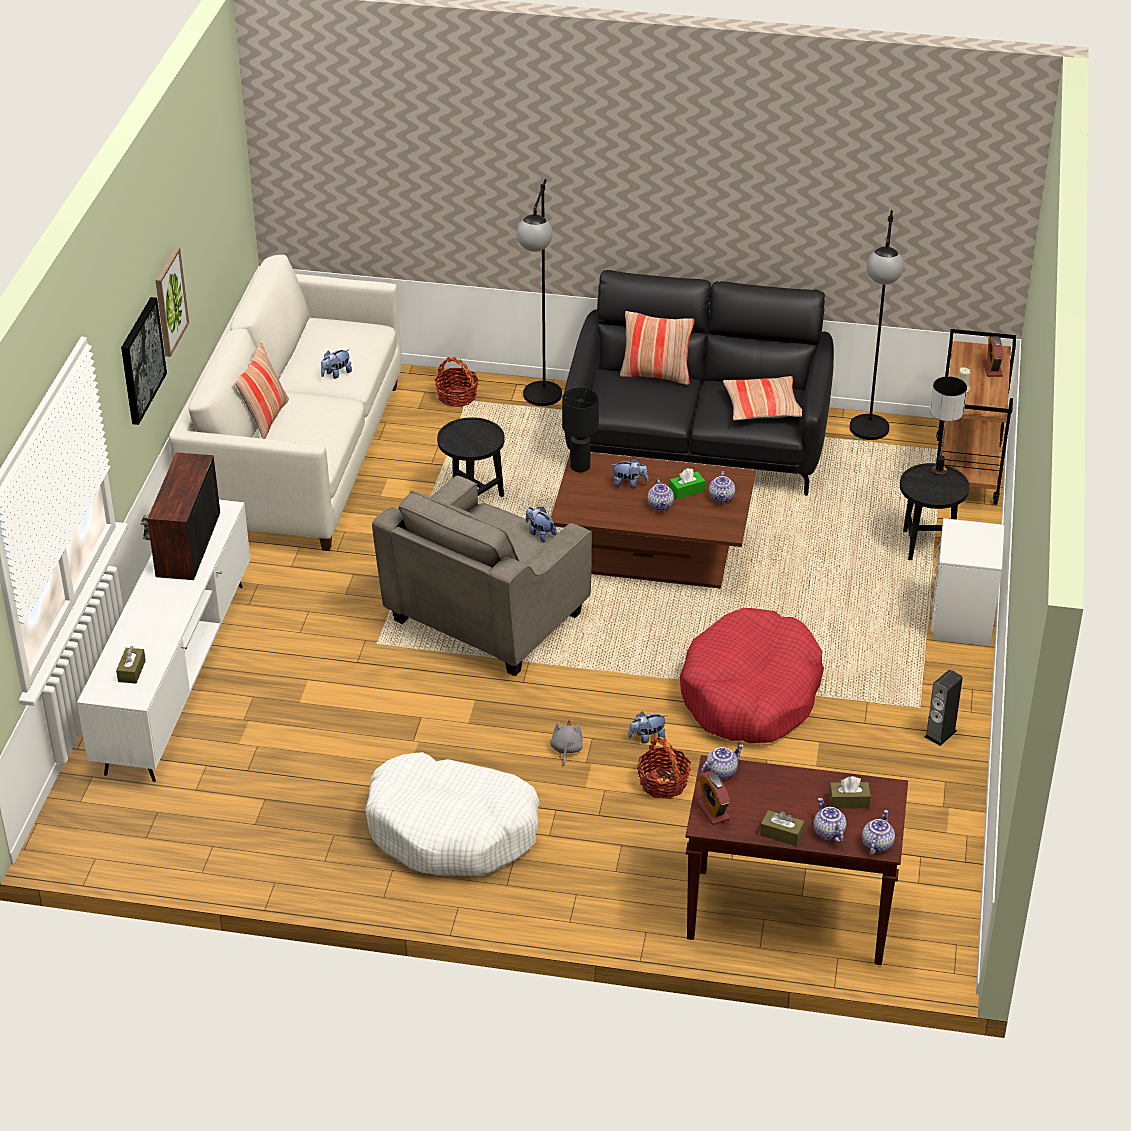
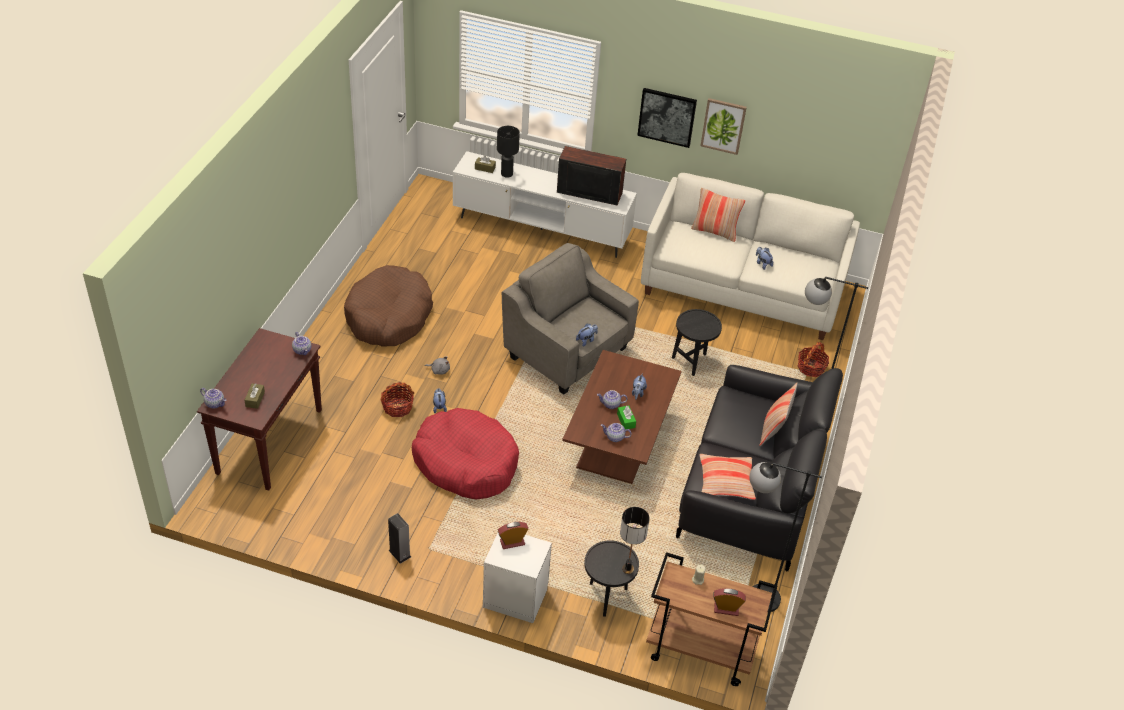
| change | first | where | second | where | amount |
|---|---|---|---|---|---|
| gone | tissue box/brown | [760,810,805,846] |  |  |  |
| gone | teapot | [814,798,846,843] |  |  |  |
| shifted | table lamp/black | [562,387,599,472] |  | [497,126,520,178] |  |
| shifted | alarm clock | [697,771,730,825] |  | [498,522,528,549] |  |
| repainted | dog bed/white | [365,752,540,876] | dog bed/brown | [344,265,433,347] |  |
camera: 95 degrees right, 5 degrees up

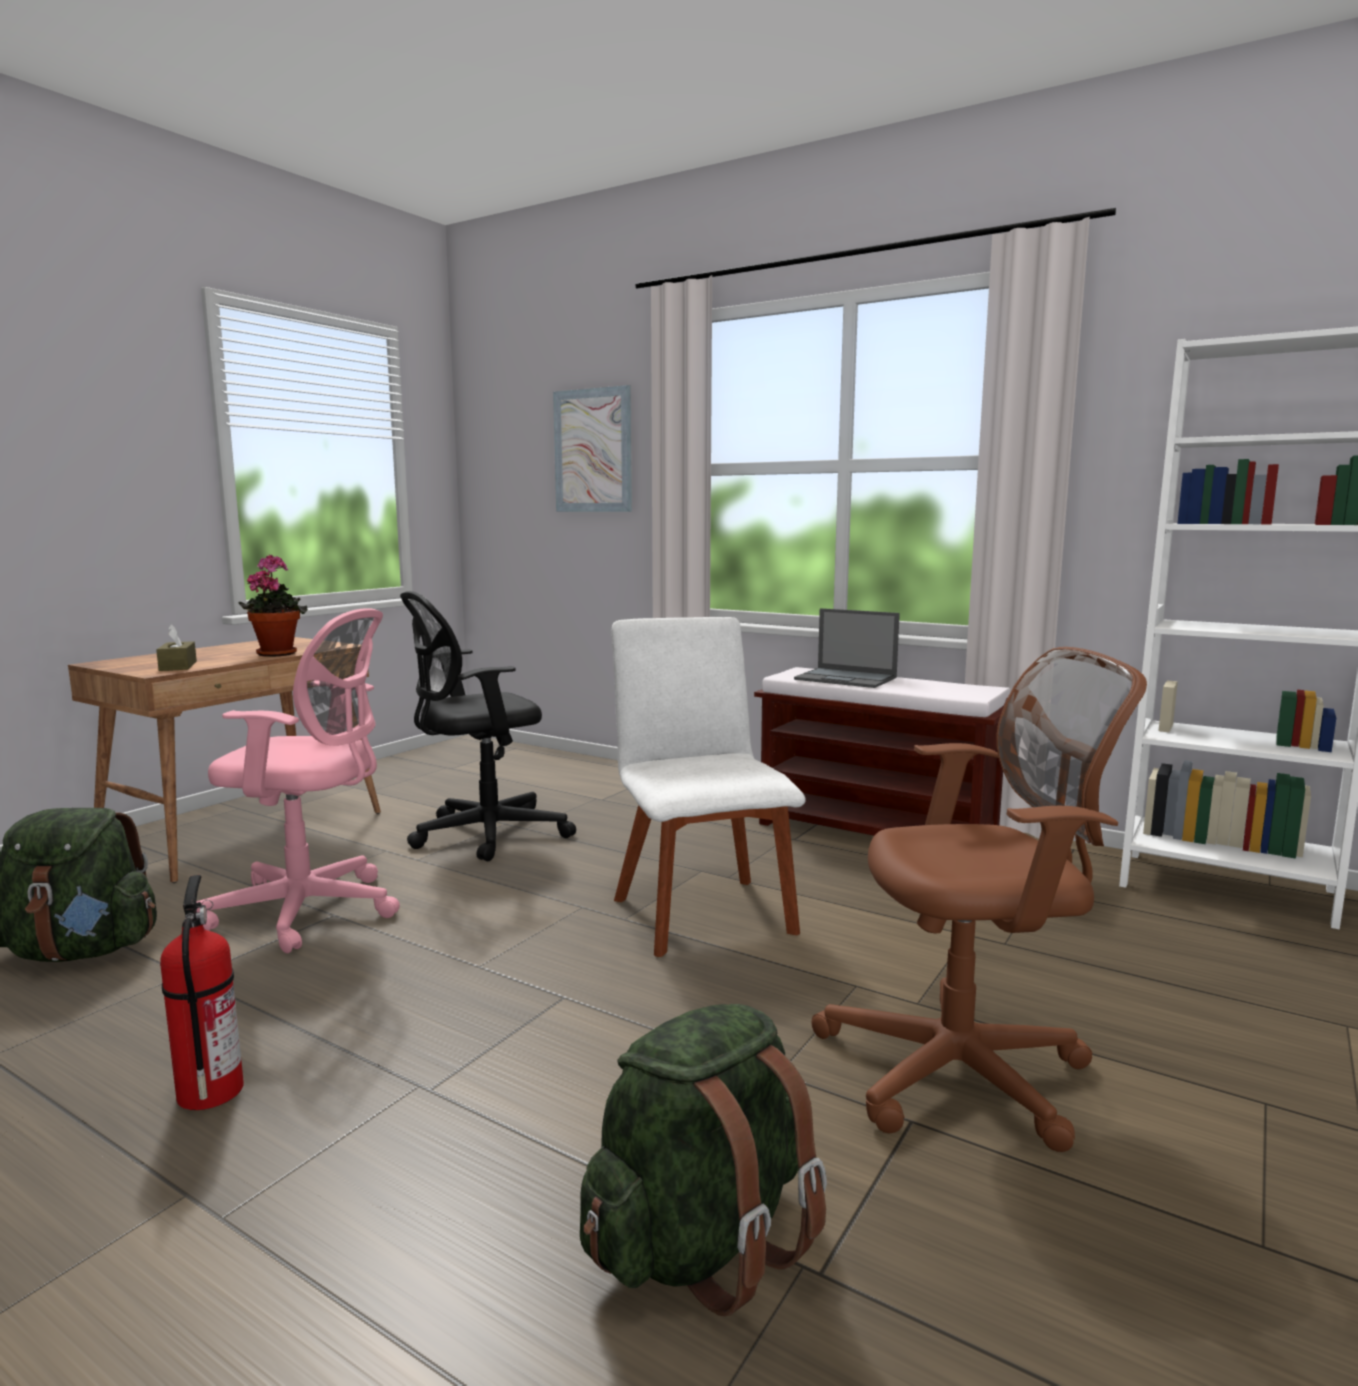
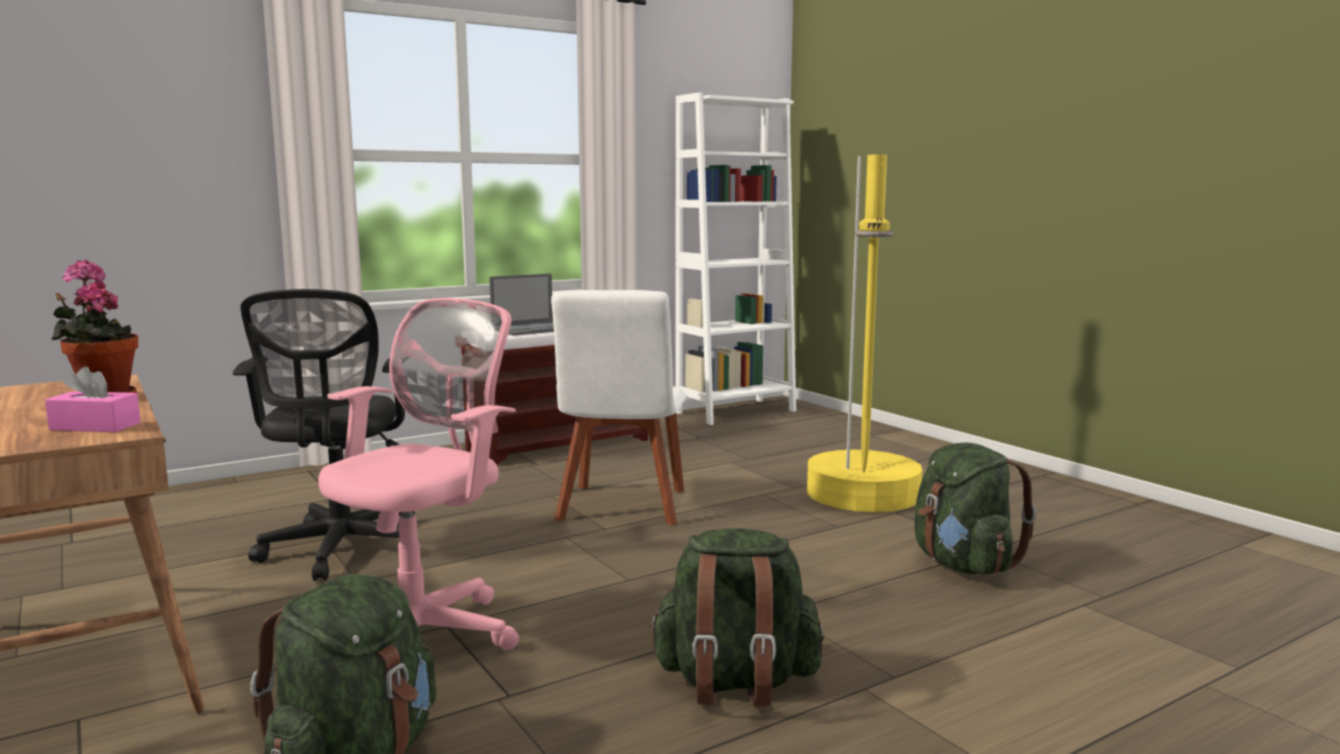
| change | first | where | second | where | amount |
|---|---|---|---|---|---|
| gone | picture | [553,385,632,512] |  |  |  |
| swapped | fire extinguisher | [160,875,244,1110] | backpack/green | [649,528,824,707] |  |
| swapped | office chair/brown | [811,647,1147,1152] | floor lamp/yellow | [807,155,922,512] |  |
| repainted | tissue box/brown | [156,625,197,671] | tissue box/pink | [45,367,141,432] |  |
| rotated | chair/white | [612,617,805,957] |  | [551,290,686,526] | 90 degrees counterclockwise |
camera: 65 degrees left, 0 degrees up

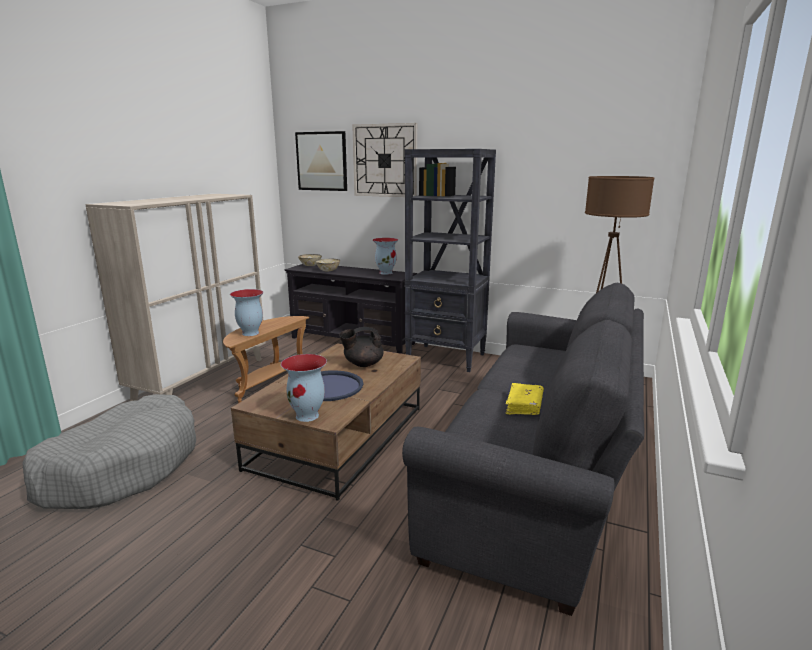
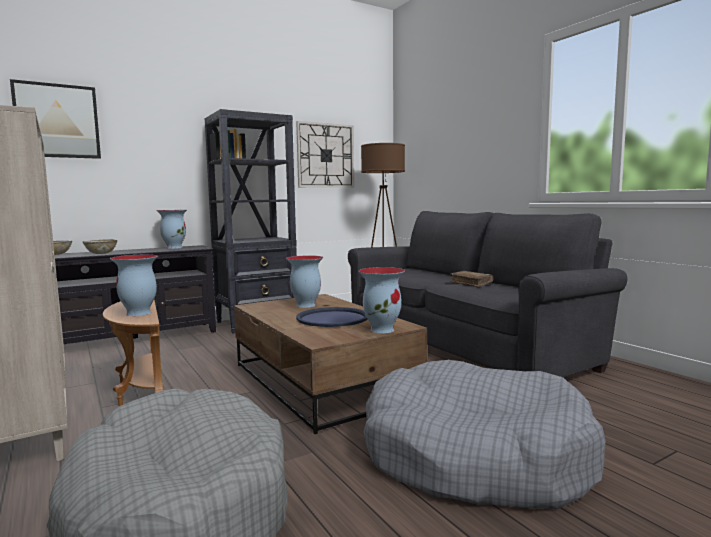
| change | first | where | second | where | amount |
|---|---|---|---|---|---|
| new |  |  | dog bed/grey | [364,360,606,509] |  |
| shifted | wall clock | [352,123,417,197] |  | [296,121,354,188] |  |
| swapped | teapot/black | [339,327,384,367] | vase | [286,256,323,308] |  |
| repainted | book/yellow | [506,383,544,415] | book/brown | [450,271,493,287] |  |
camera: 55 degrees left, 10 degrees down

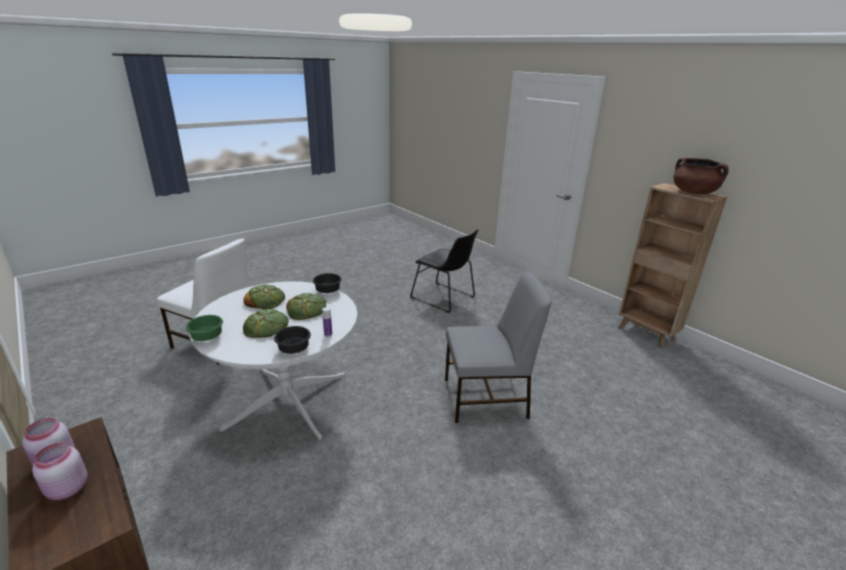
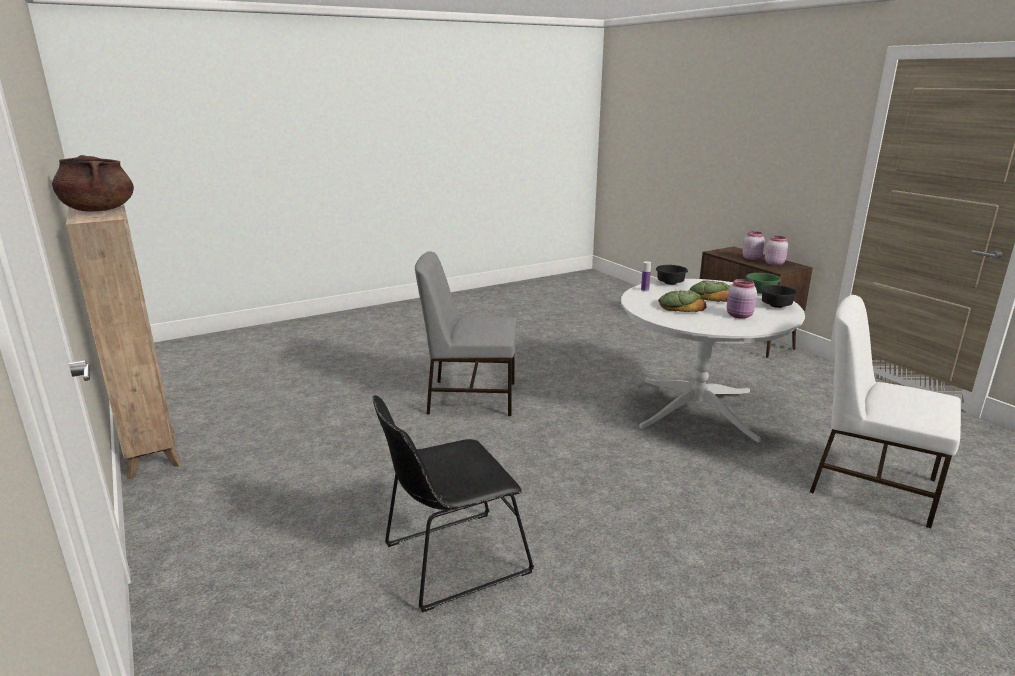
| change | first | where | second | where | amount |
|---|---|---|---|---|---|
| shifted | bowl/black | [313,273,342,293] |  | [760,285,798,308] |  |
| swapped | bread | [243,284,285,310] | jar/pink | [727,279,757,319] |  |
| rotated | chair/black | [410,229,479,313] |  | [373,395,534,613] | 75 degrees counterclockwise |
camera: 170 degrees left, 5 degrees down

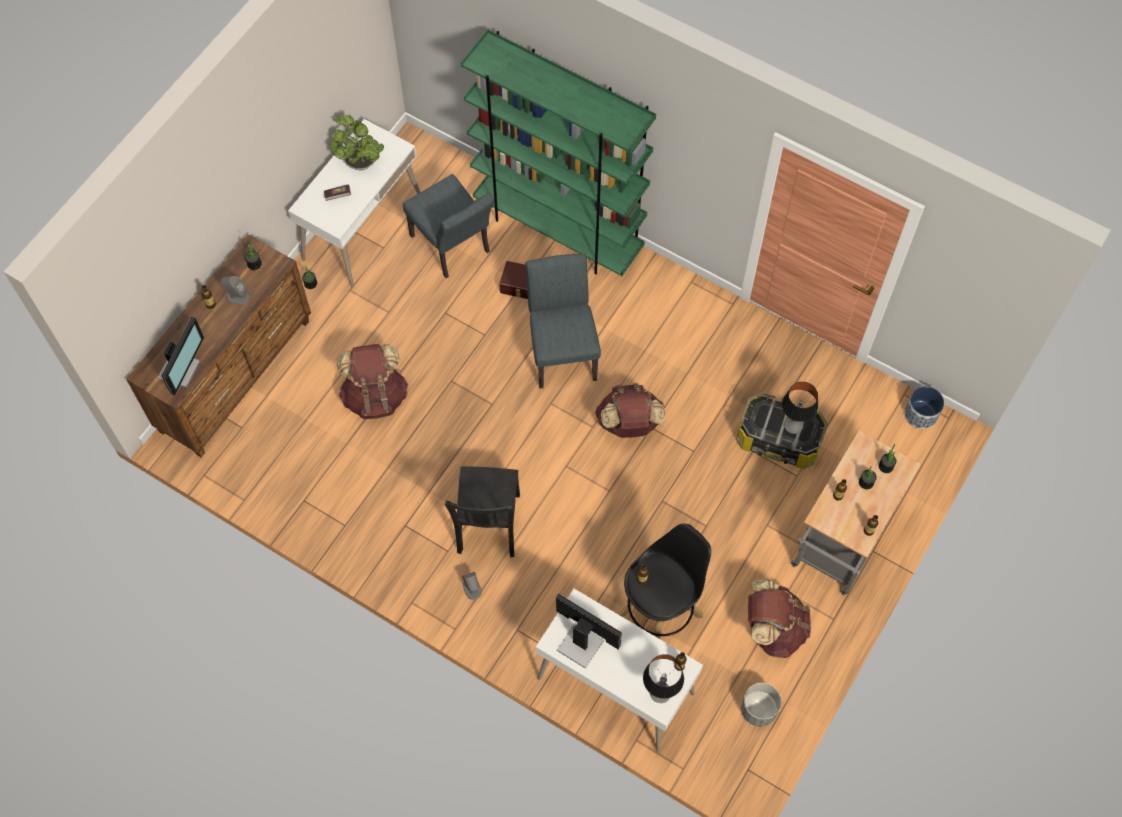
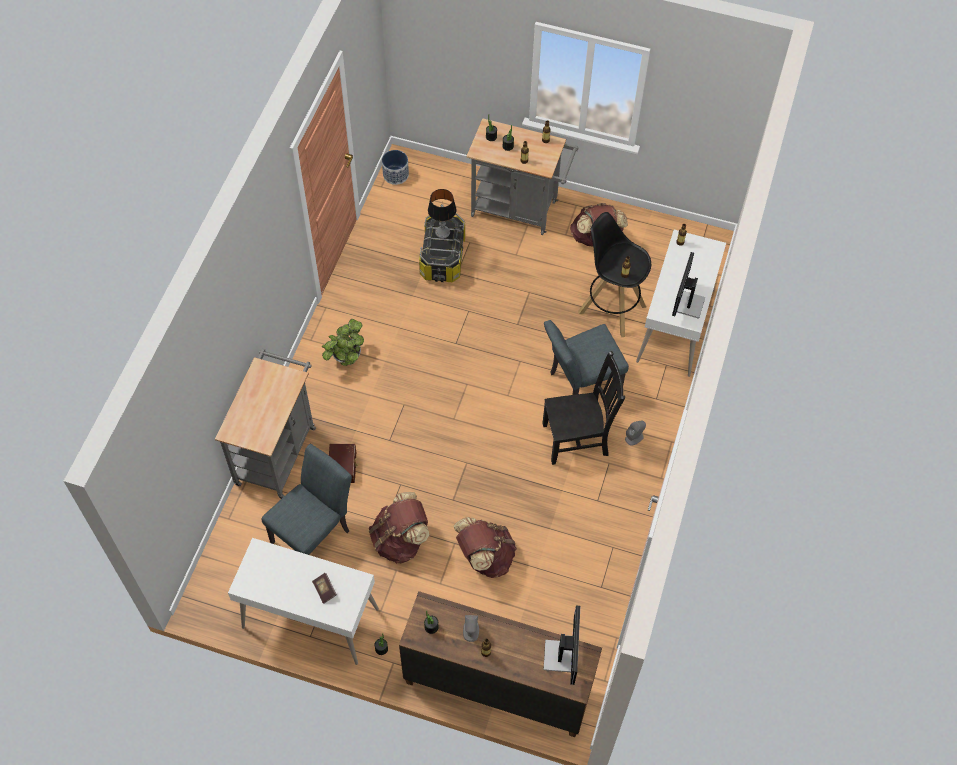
| change | first | where | second | where | amount |
|---|---|---|---|---|---|
| gone | table lamp | [643,654,684,703] |  |  |  |
| gone | planter/grey | [741,683,781,727] |  |  |  |
| shifted | potted plant | [330,115,384,170] |  | [322,319,364,366] |  |
| shifted | chair/grey | [525,253,601,389] |  | [544,320,629,395] |  |
| shifted | backpack/brown | [595,383,665,438] |  | [369,492,429,564] |  |
| swapped | bookcase/green | [461,29,656,276] | cart/grey | [215,349,316,499] |  |
| rotated | monitor | [158,317,204,396] |  | [543,606,580,685] | 90 degrees clockwise |
camera: 105 degrees left, 5 degrees down

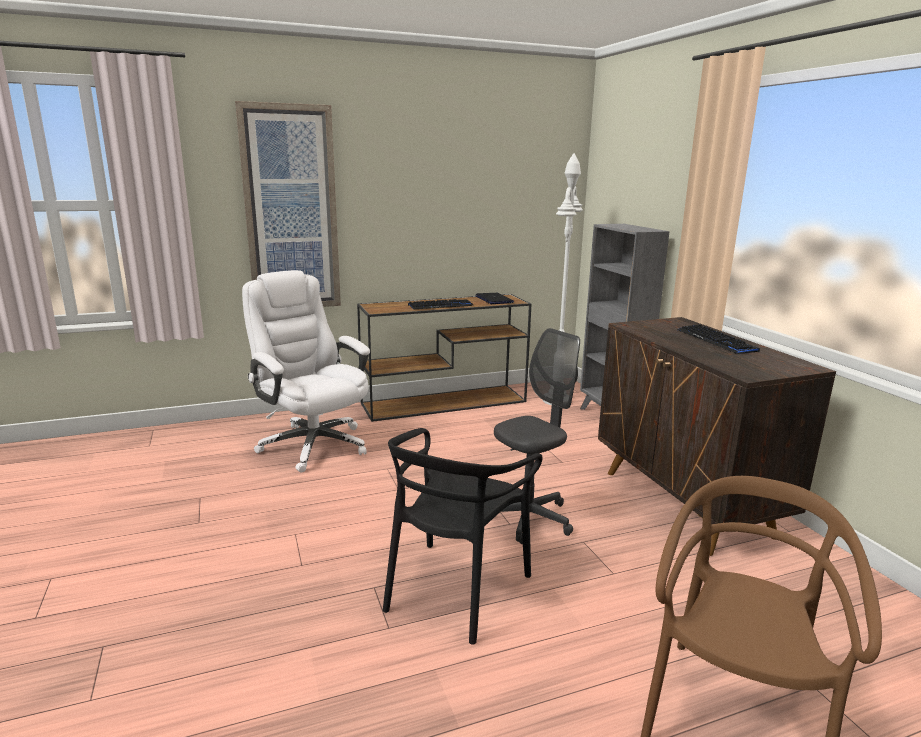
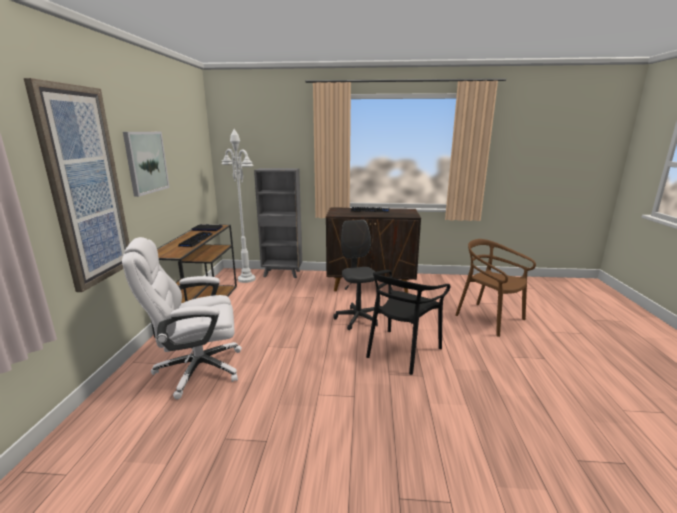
| change | first | where | second | where | amount |
|---|---|---|---|---|---|
| new |  |  | picture | [123,132,170,197] |  |
| rotated | chair/black | [383,428,542,645] |  | [366,270,450,375] | 75 degrees clockwise |
camera: 65 degrees left, 0 degrees up

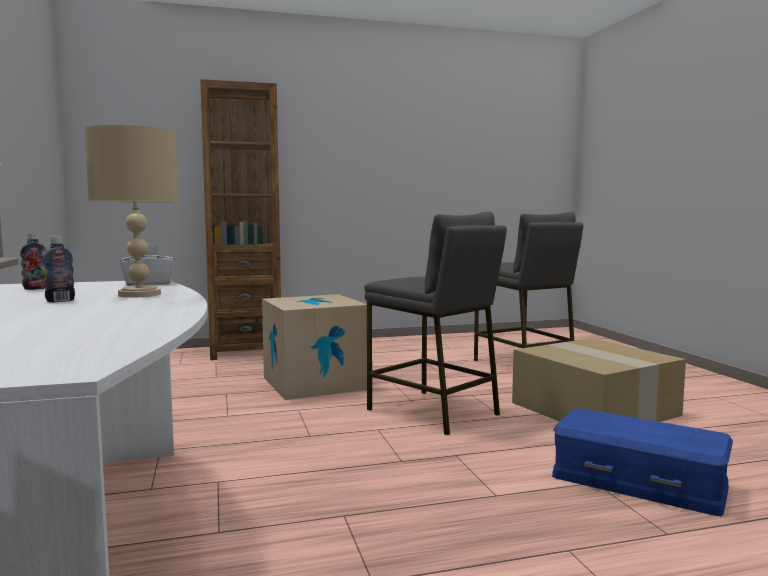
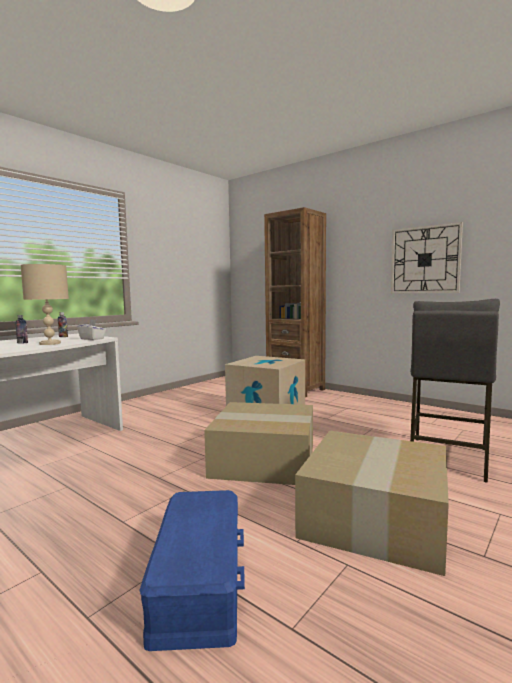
| change | first | where | second | where | amount |
|---|---|---|---|---|---|
| new |  |  | wall clock | [391,222,463,294] |  |
| swapped | stool/grey | [364,212,507,435] | cardboard box | [204,402,313,485] |  |
camera: 55 degrees right, 0 degrees up

